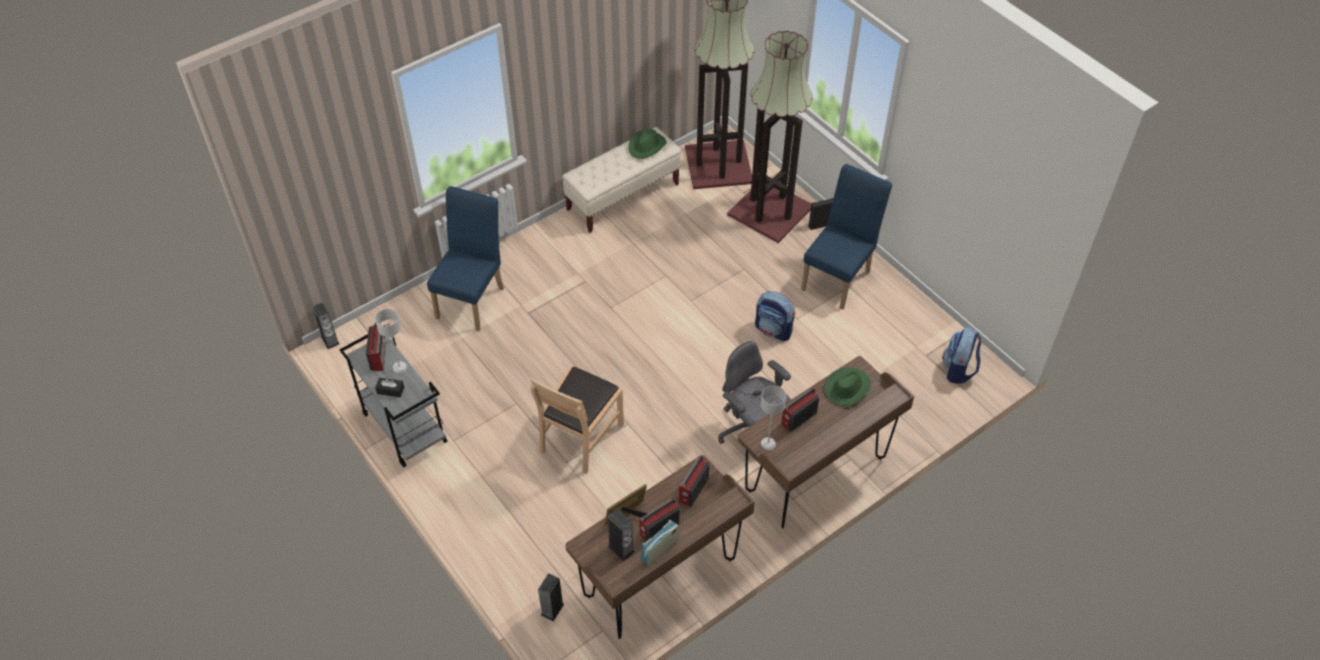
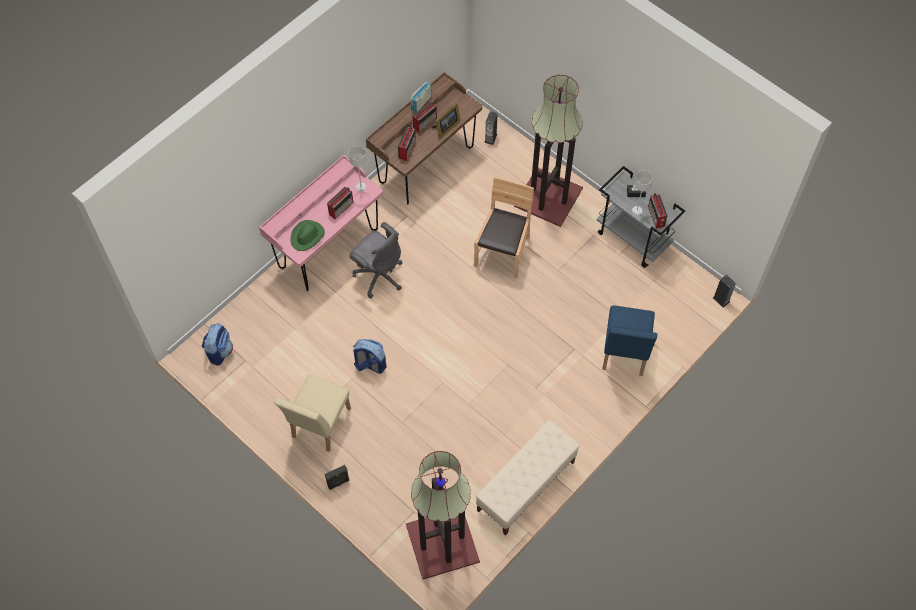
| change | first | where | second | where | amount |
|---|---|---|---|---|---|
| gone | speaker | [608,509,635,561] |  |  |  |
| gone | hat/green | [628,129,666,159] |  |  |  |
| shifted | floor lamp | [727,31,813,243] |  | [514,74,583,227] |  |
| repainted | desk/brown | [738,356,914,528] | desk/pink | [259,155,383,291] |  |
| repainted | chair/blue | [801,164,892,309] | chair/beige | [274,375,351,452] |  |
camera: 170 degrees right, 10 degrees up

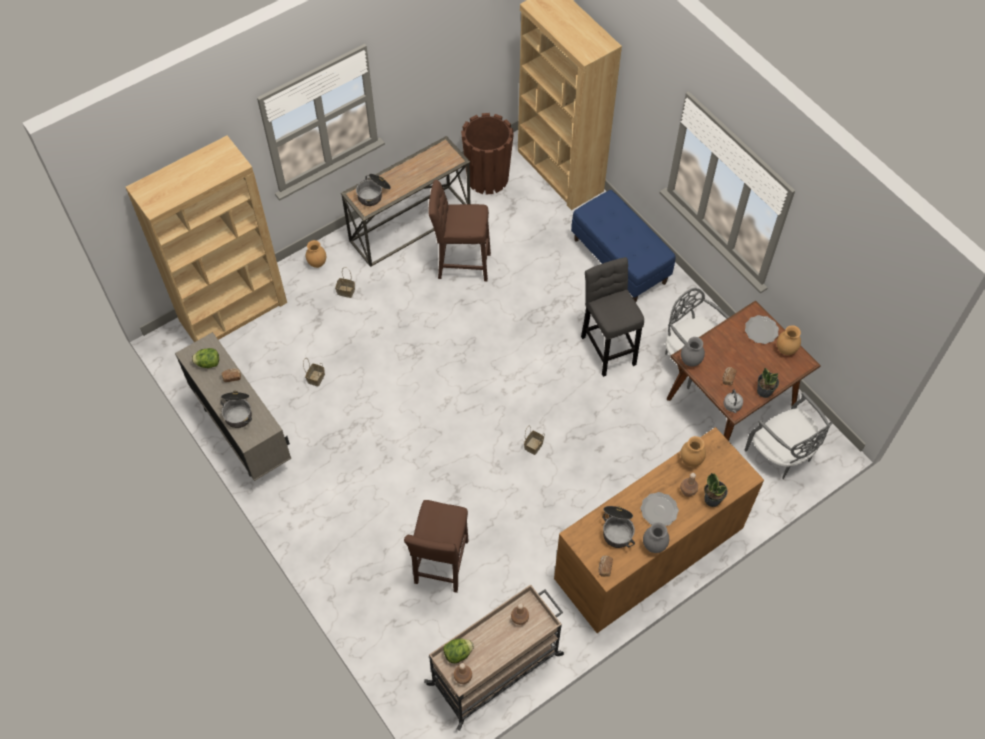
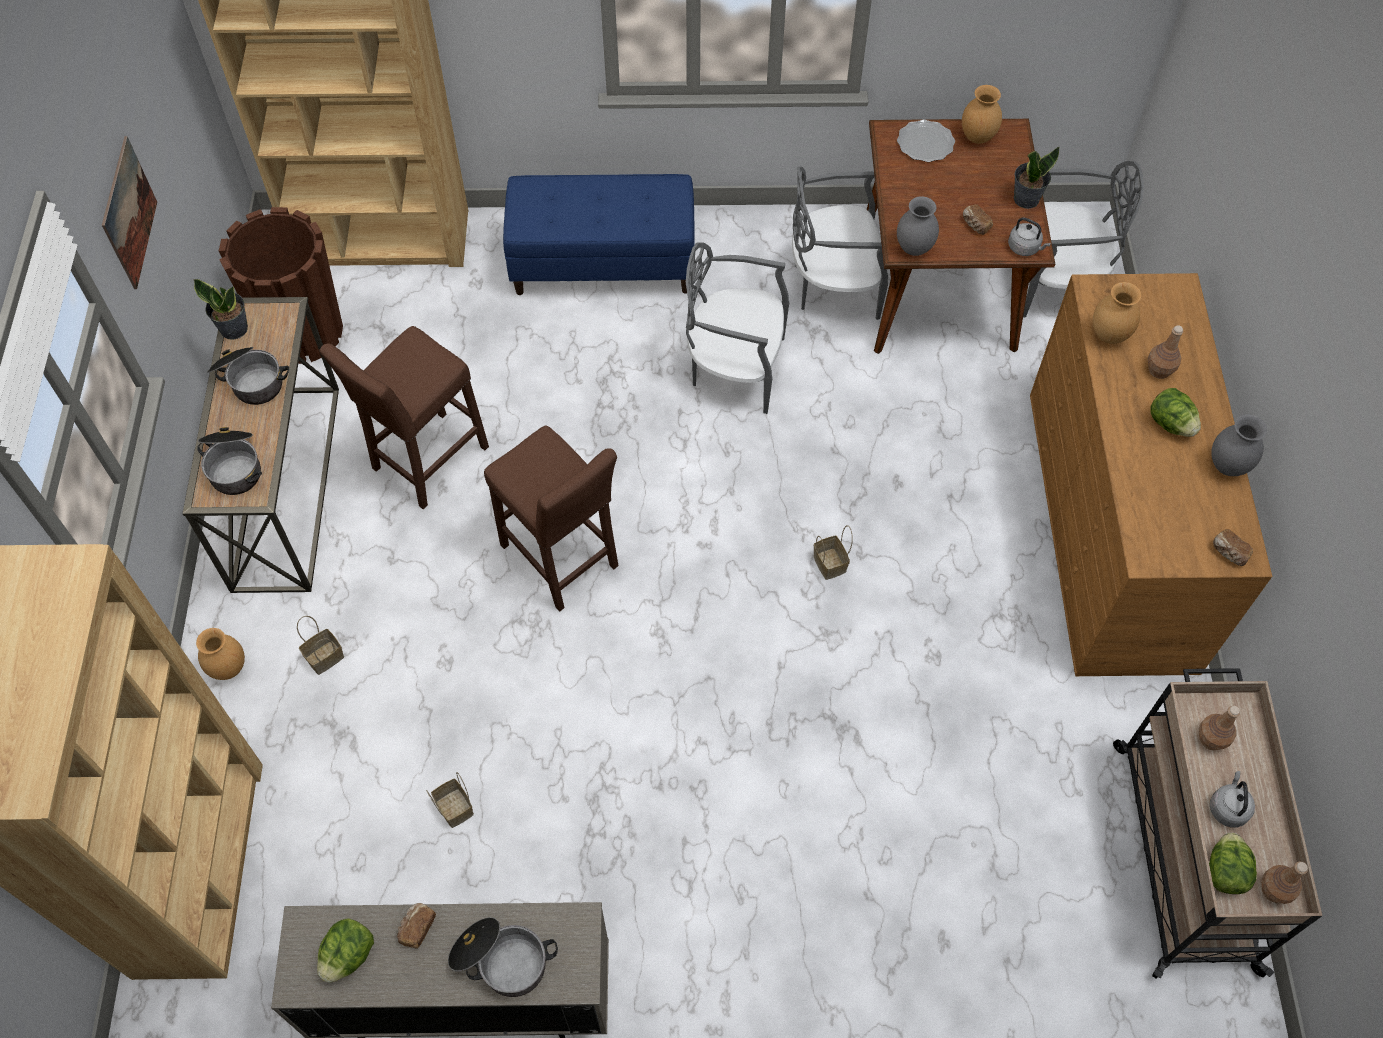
| change | first | where | second | where | amount |
|---|---|---|---|---|---|
| new |  |  | picture | [102,136,157,289] |  |
| new |  |  | kettle/grey | [1210,771,1255,828] |  |
| shifted | stool/brown | [404,500,469,593] |  | [484,426,619,612] |  |
| shifted | cooking pot | [603,506,635,548] |  | [207,347,289,405] |  |
| shifted | potted plant | [704,473,728,507] |  | [193,279,248,340] |  |
| swapped | stool/grey | [581,257,644,377] | chair/grey | [686,242,789,414] |  |
| swapped | plate | [640,492,679,526] | lettuce | [1150,388,1201,437] |  |
camera: 55 degrees left, 0 degrees up

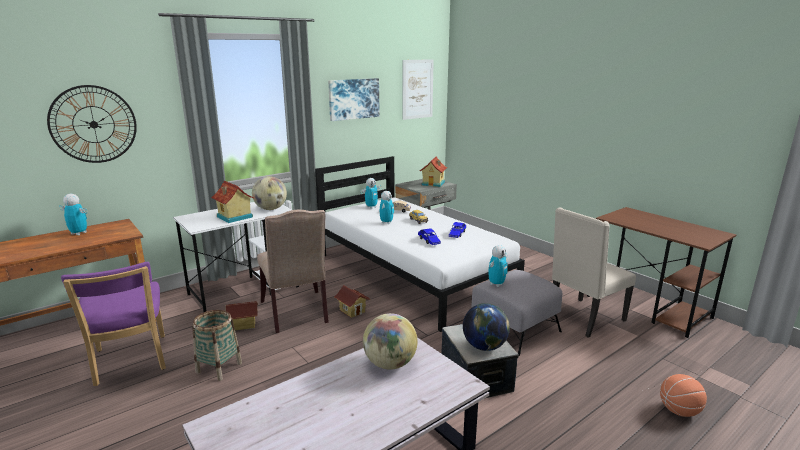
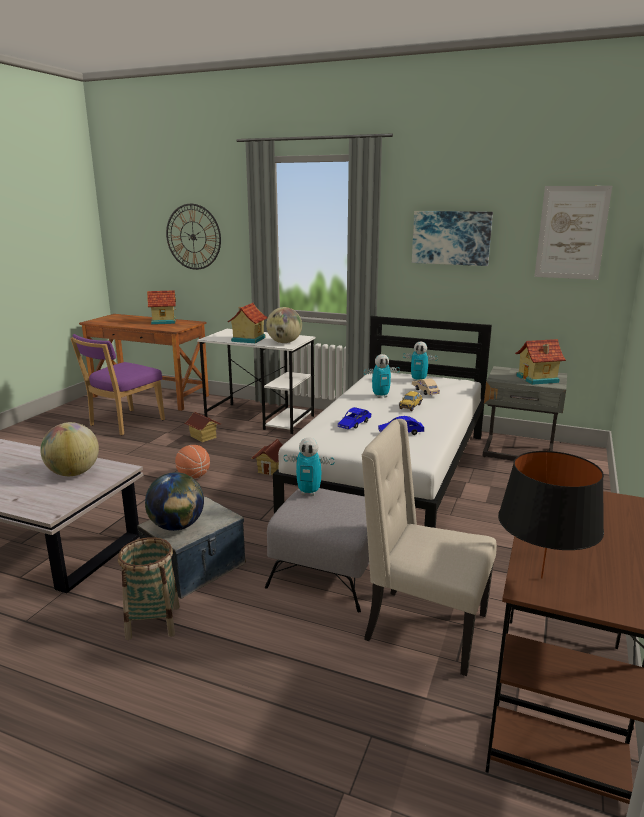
| change | first | where | second | where | amount |
|---|---|---|---|---|---|
| gone | chair/beige | [257,210,329,333] |  |  |  |
| new |  |  | table lamp/black | [498,451,604,579] |  |
| shifted | basket | [192,310,242,381] |  | [118,537,180,640] |  |
| shifted | basketball | [660,374,707,417] |  | [175,445,210,478] |  |
| swapped | toy robot | [59,194,87,235] | toy house | [147,290,176,325] |  |
camera: 60 degrees right, 0 degrees up

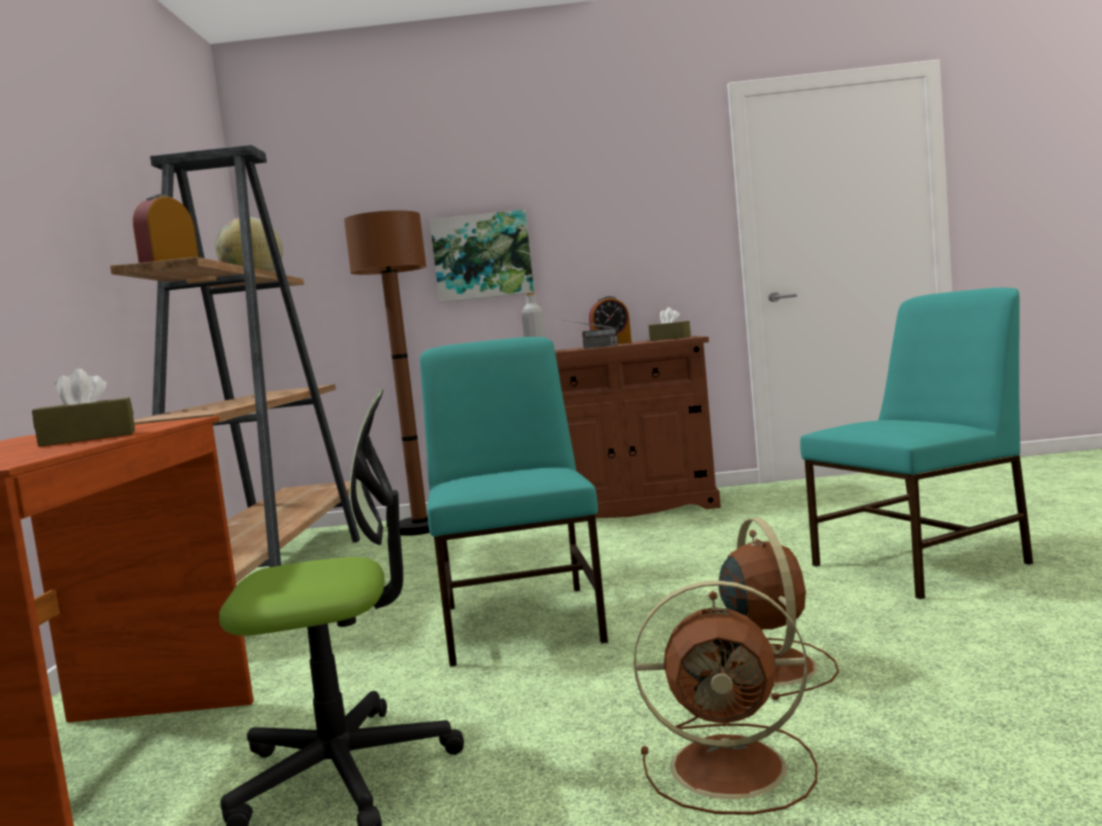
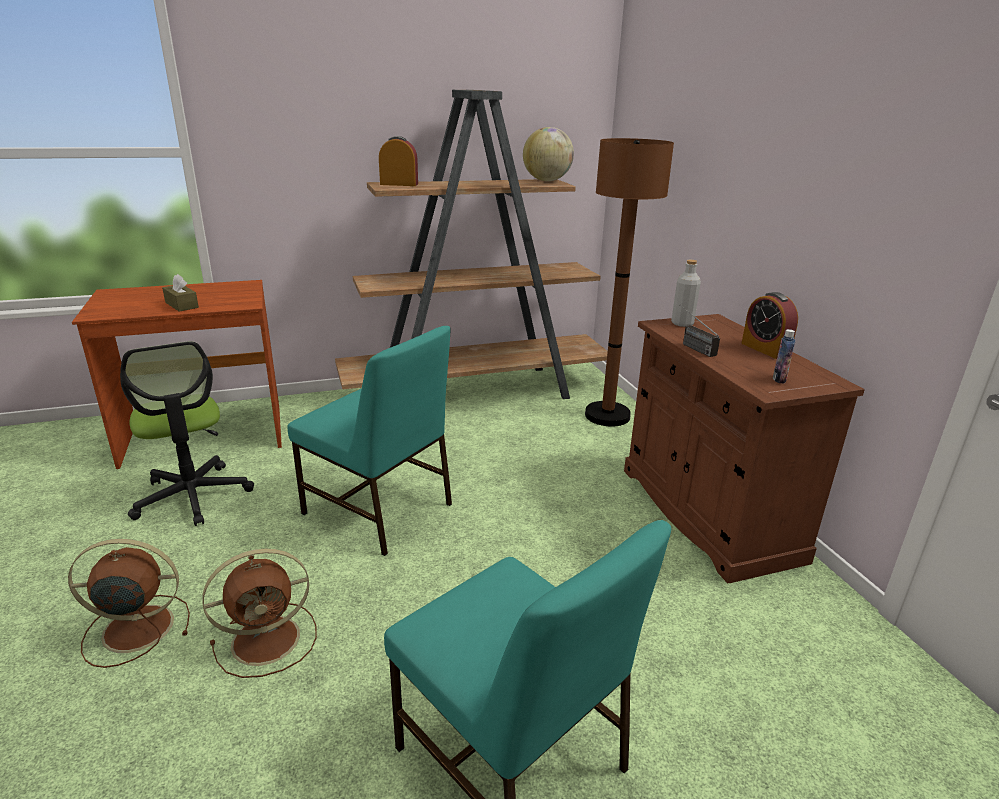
| change | first | where | second | where | amount |
|---|---|---|---|---|---|
| gone | picture | [430,209,534,303] |  |  |  |
| swapped | tissue box/brown | [648,307,691,341] | bottle | [773,329,796,384] |  |
| rotated | chair/turquoise | [420,337,608,666] |  | [288,326,452,556] | 60 degrees clockwise |
| rotated | fan/brown | [634,581,817,815] |  | [68,539,190,668] | 90 degrees clockwise |
camera: 70 degrees right, 20 degrees up

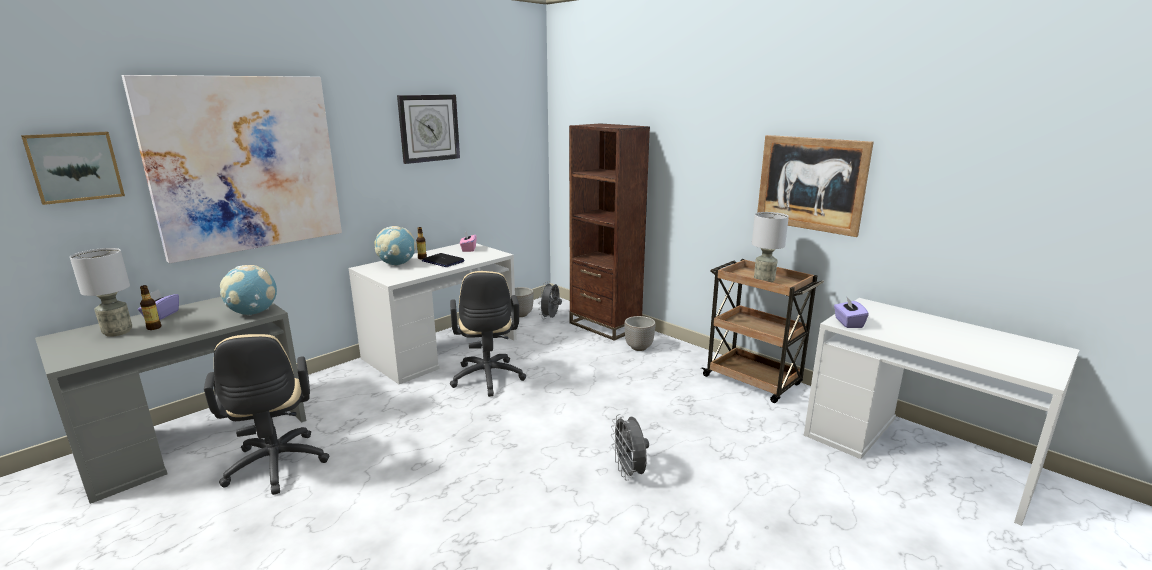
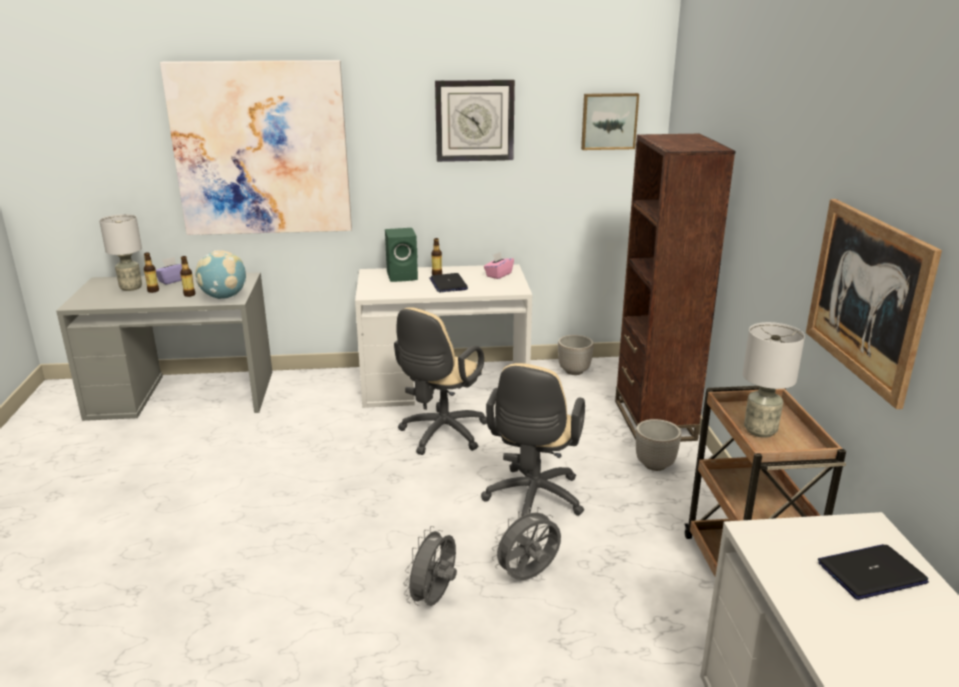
| change | first | where | second | where | amount |
|---|---|---|---|---|---|
| gone | tissue box/purple | [834,296,869,328] |  |  |  |
| new |  |  | bottle | [180,256,195,297] |  |
| new |  |  | laptop | [818,544,929,600] |  |
| shifted | picture | [21,132,125,205] |  | [581,93,639,150] |  |
| shifted | office chair/beige | [204,334,329,495] |  | [481,363,585,517] |  |
| shifted | fan/grey | [538,281,562,319] |  | [492,507,561,580] |  |
| swapped | globe | [374,226,416,266] | speaker/green | [385,228,418,282] |  |
camera: 40 degrees right, 5 degrees up

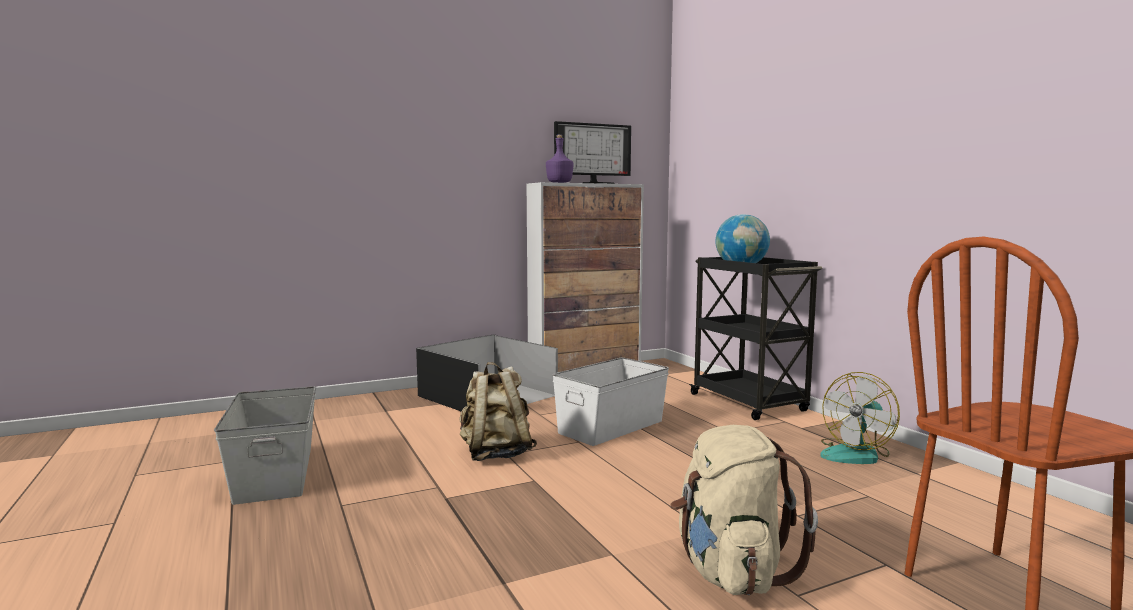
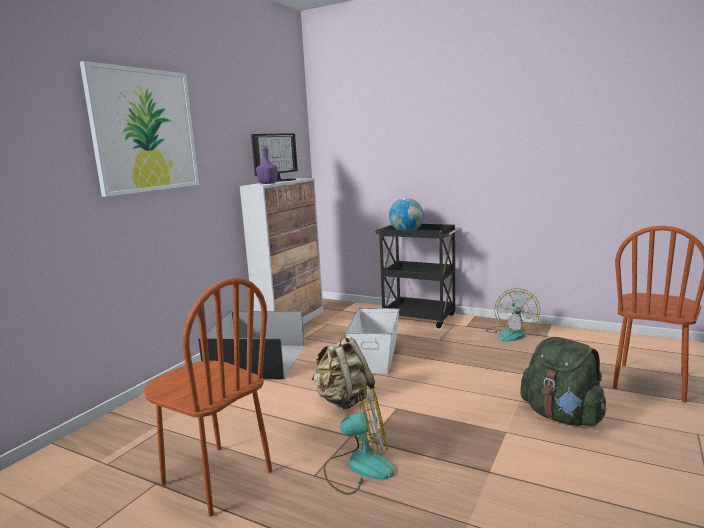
| change | first | where | second | where | amount |
|---|---|---|---|---|---|
| new |  |  | picture | [80,61,199,197] |  |
| new |  |  | fan | [324,386,394,495] |  |
| swapped | storage box/grey | [214,386,316,505] | chair/brown | [143,278,272,517] |  |
| repainted | backpack/beige | [670,425,818,595] | backpack/green | [520,337,606,426] |  |
camera: 35 degrees left, 5 degrees up

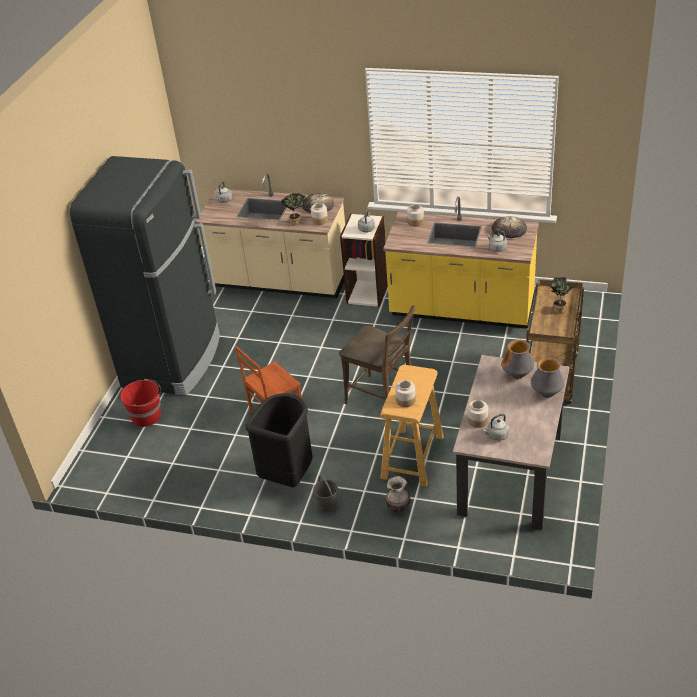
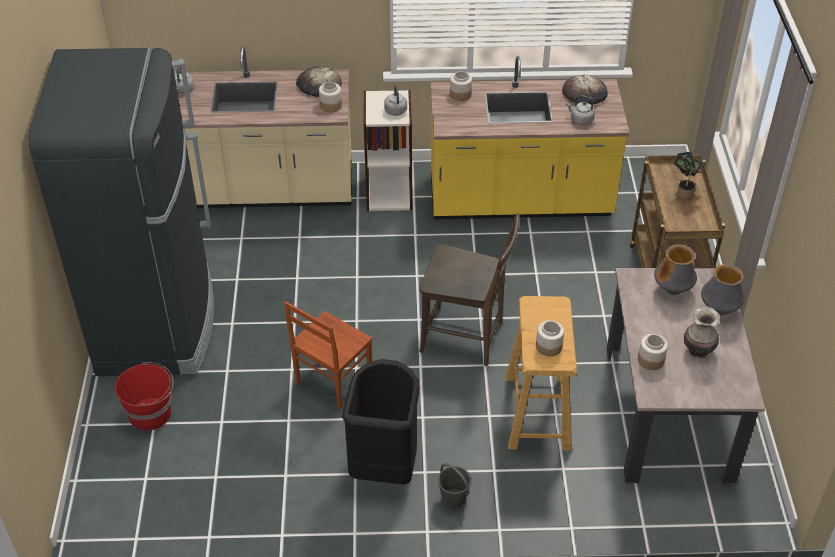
| change | first | where | second | where | amount |
|---|---|---|---|---|---|
| gone | potted plant | [281,193,305,226] |  |  |  |
| gone | kettle/grey | [482,414,510,441] |  |  |  |
| shifted | vase | [386,476,410,514] |  | [684,306,720,358] |  |
camera: 20 degrees left, 5 degrees up

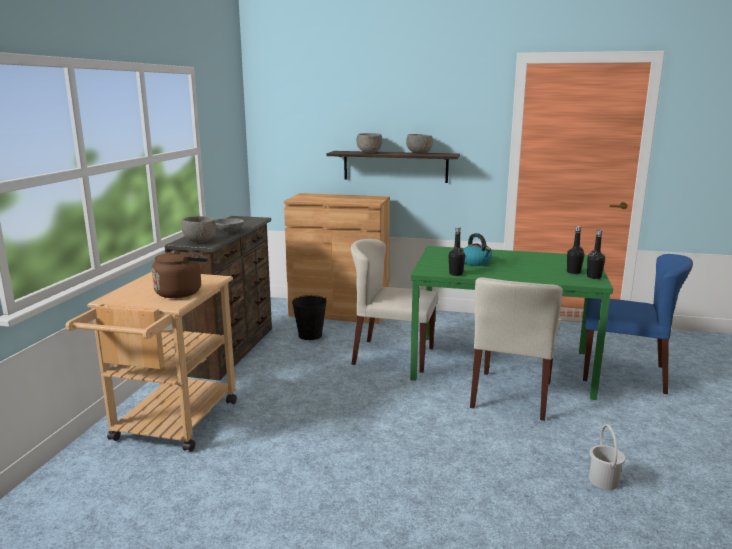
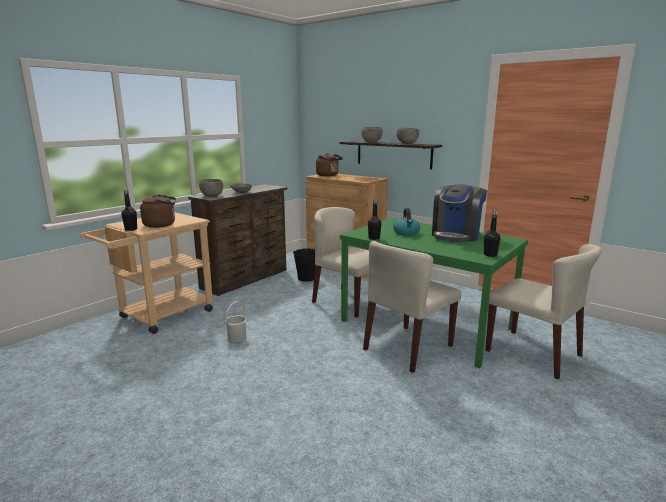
| change | first | where | second | where | amount |
|---|---|---|---|---|---|
| new |  |  | kettle/brown | [316,153,343,176] |  |
| new |  |  | coffee machine | [432,184,487,242] |  |
| shifted | bottle/black | [567,226,584,274] |  | [121,189,137,231] |  |
| shifted | bucket/white | [589,424,626,490] |  | [225,301,247,342] |  |
| repainted | chair/blue | [583,254,693,394] | chair/beige | [485,244,602,379] |  |
camera: 25 degrees right, 0 degrees up

